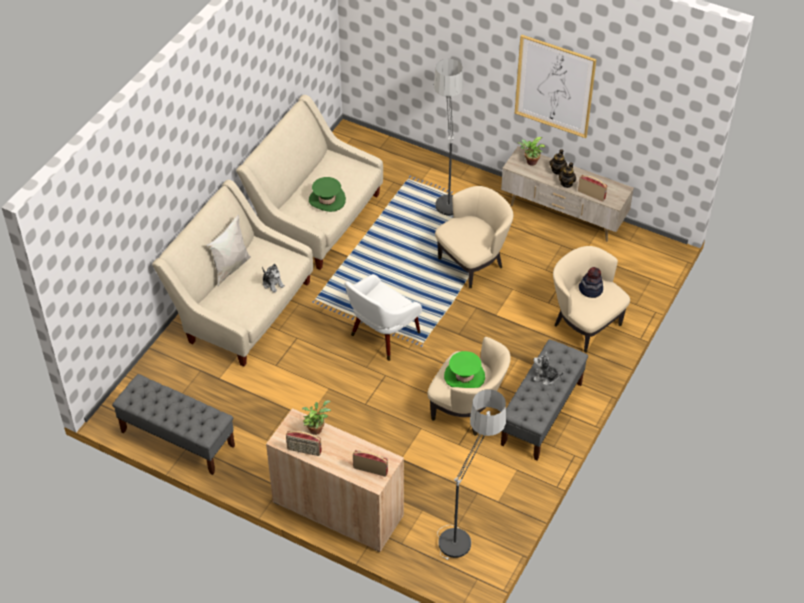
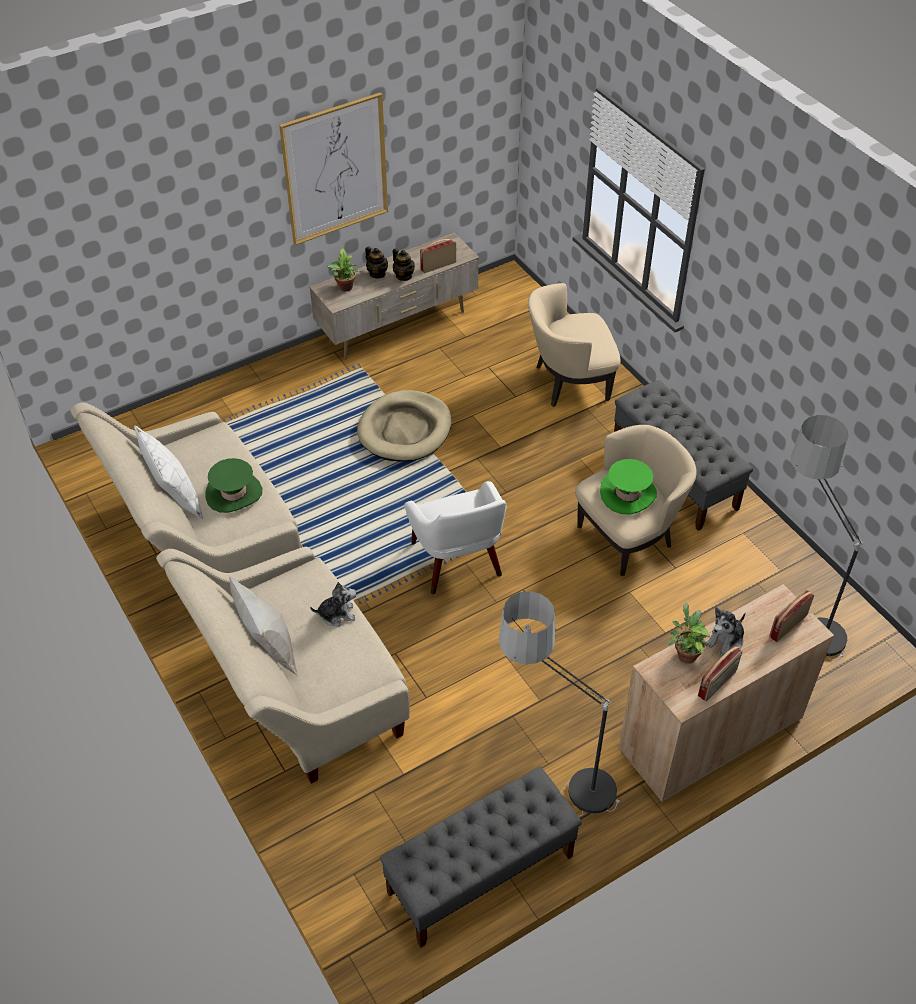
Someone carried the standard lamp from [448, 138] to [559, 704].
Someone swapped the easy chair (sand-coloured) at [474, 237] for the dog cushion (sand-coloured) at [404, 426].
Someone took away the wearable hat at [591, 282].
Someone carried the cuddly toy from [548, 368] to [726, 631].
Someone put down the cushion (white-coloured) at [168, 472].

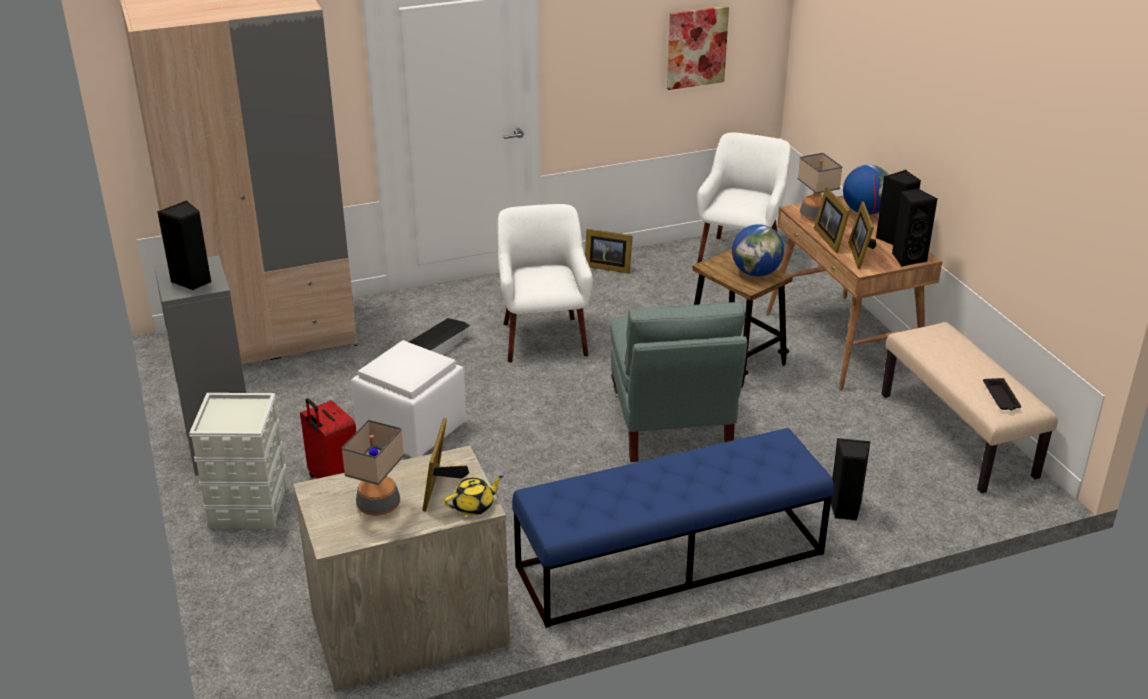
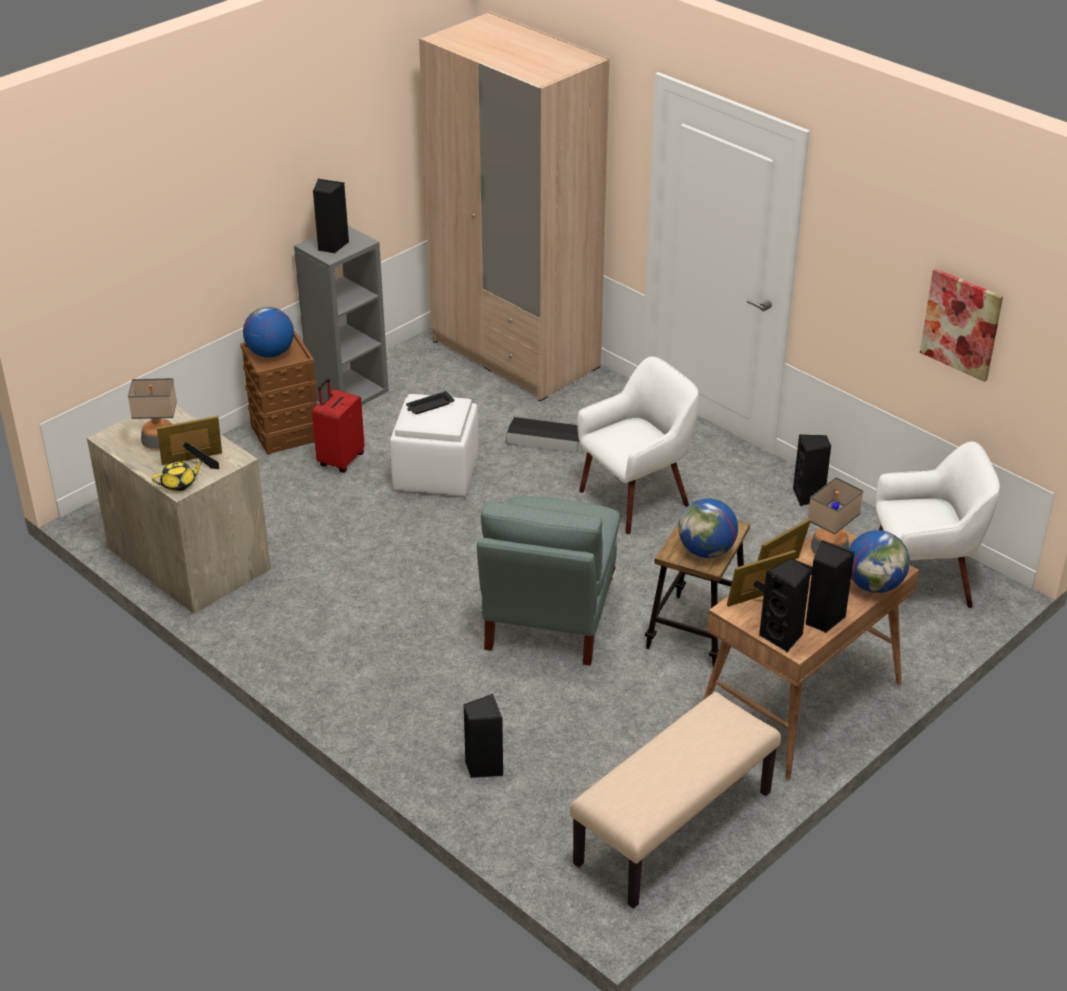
Someone swapped the photo frame at [609, 251] for the loudspeaker (blackish) at [812, 470].
Someone rotated the easy chair (greyish) at [678, 382] by 45 degrees counterclockwise.
Someone carried the tray (blackish) from [1002, 394] to [430, 402].
Someone repainted the storage box (greyish) at [238, 461], which became the storage box (brownish) at [279, 393].
Someone took away the bench (bluish) at [673, 528].
Someone rotated the teapot (yellow) at [473, 496] by 60 degrees counterclockwise.
Someone put down the desk globe at [268, 332].

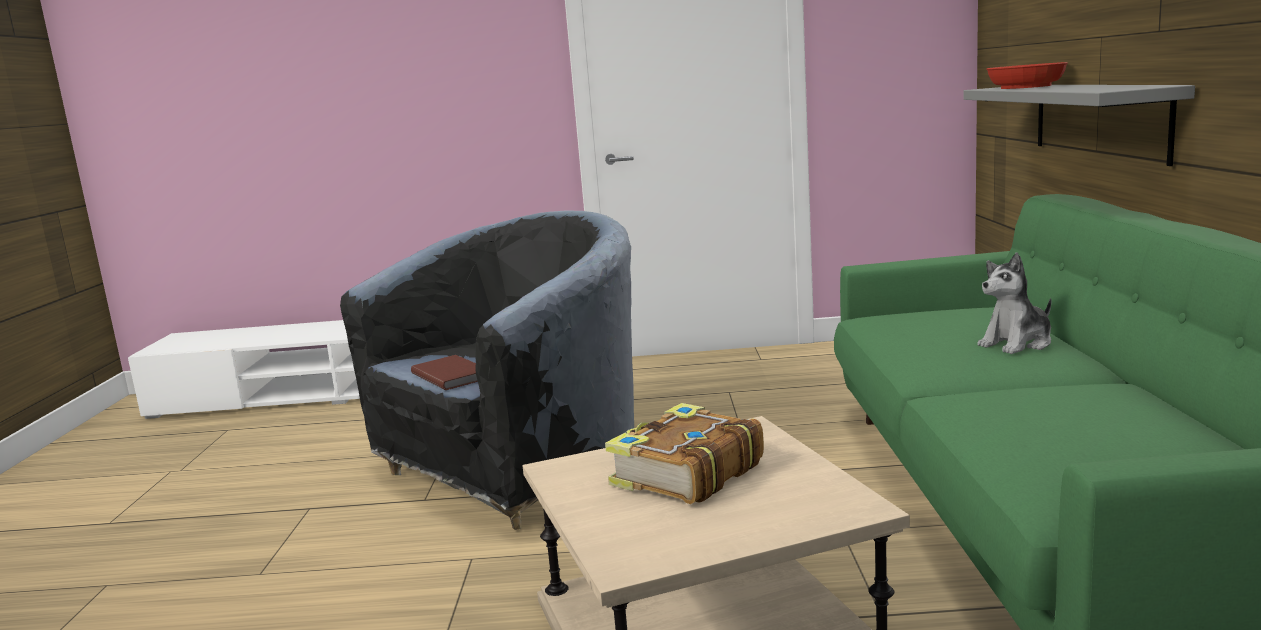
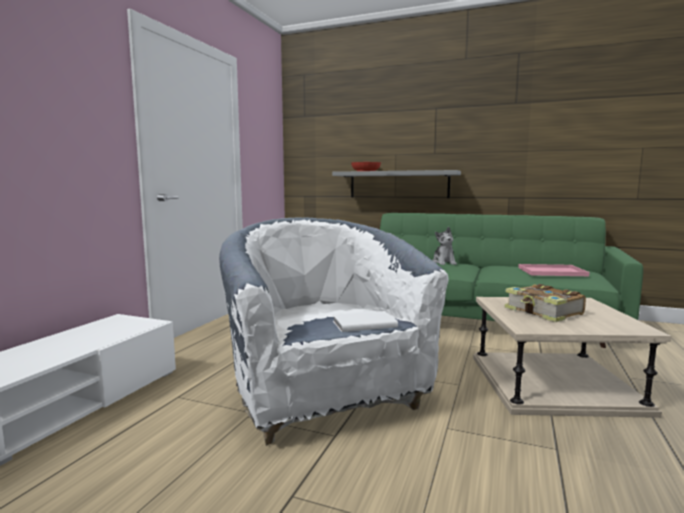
Someone repainted the easy chair (blackish) at [487, 370], which became the easy chair (white-coloured) at [333, 331].
Someone repainted the book (brownish) at [444, 372], which became the book (white-coloured) at [365, 321].
Someone put down the tray (pinkish) at [554, 270].

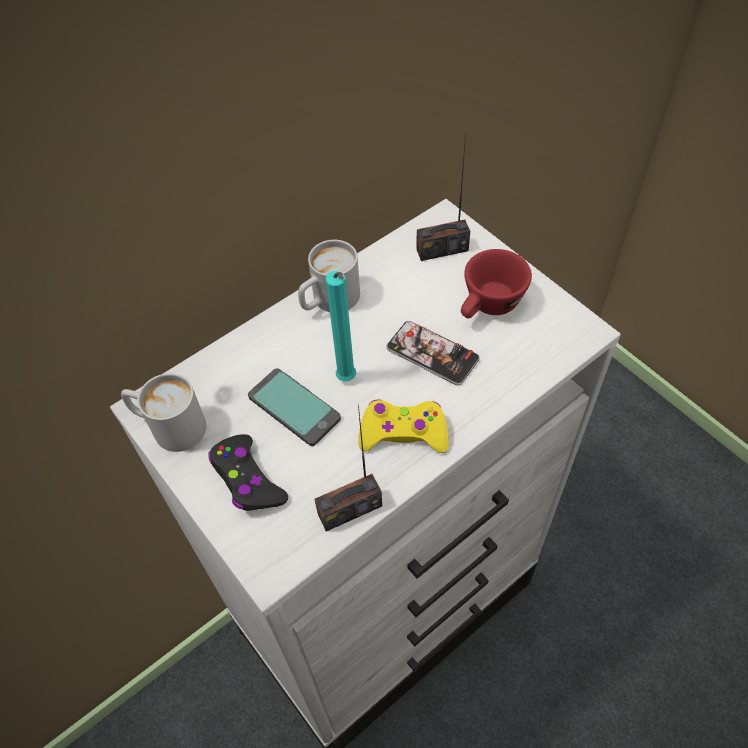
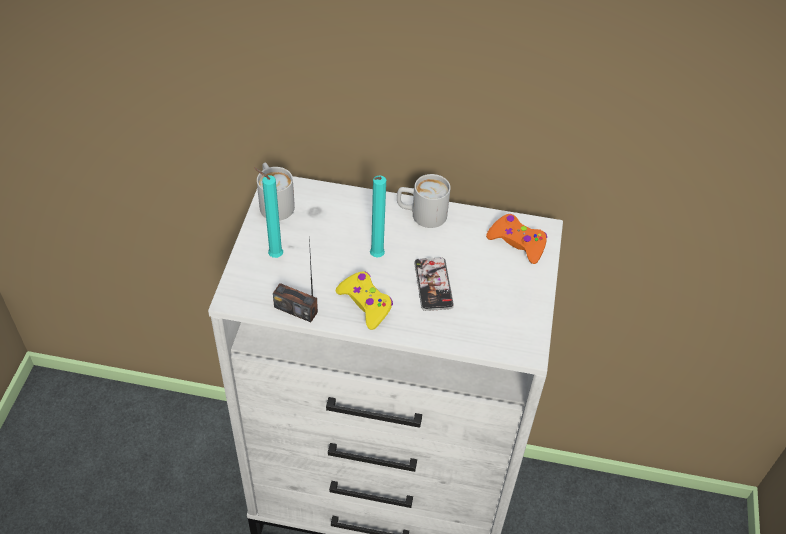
Someone swapped the radio receiver at [443, 197] for the game controller (orange) at [516, 239].
Someone took away the small cup (reddish) at [496, 284].
Someone took away the handset at [294, 407].
Someone swapped the game controller (blackish) at [248, 472] for the wax candle (blue-green) at [269, 213].

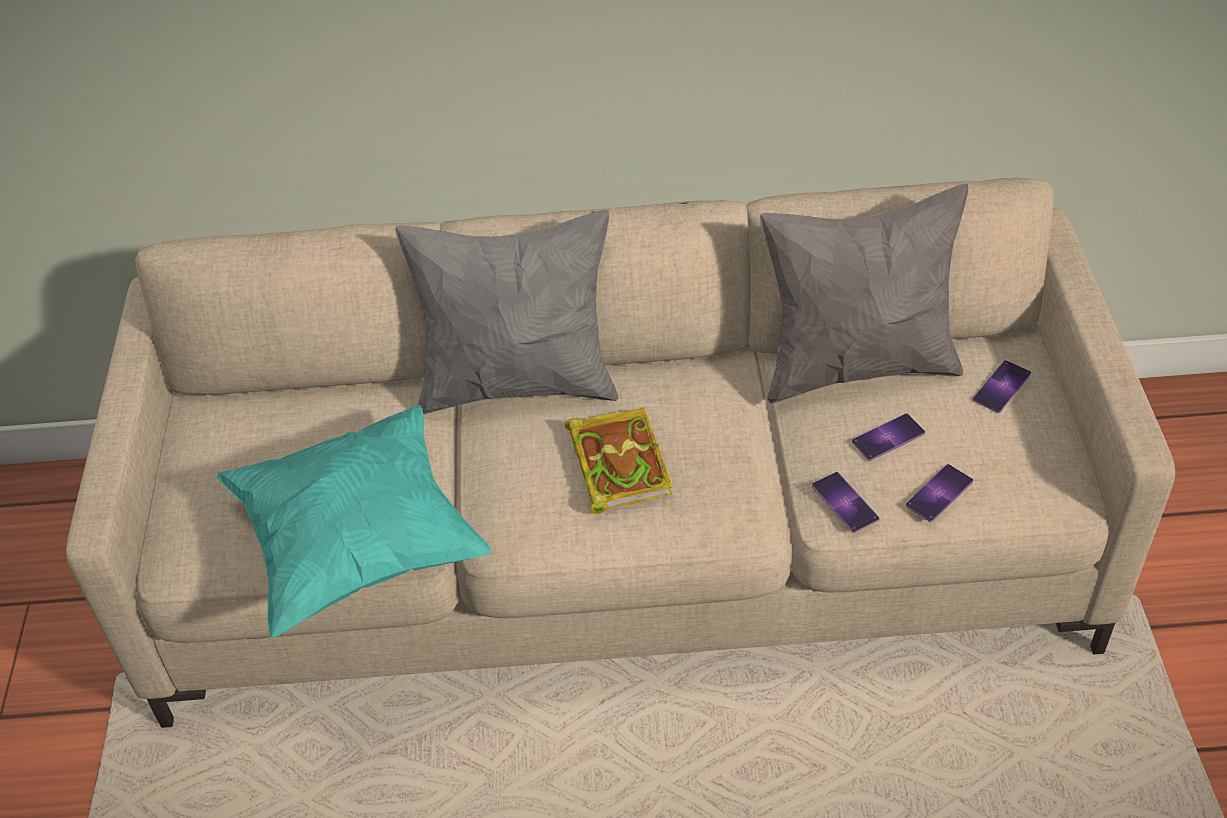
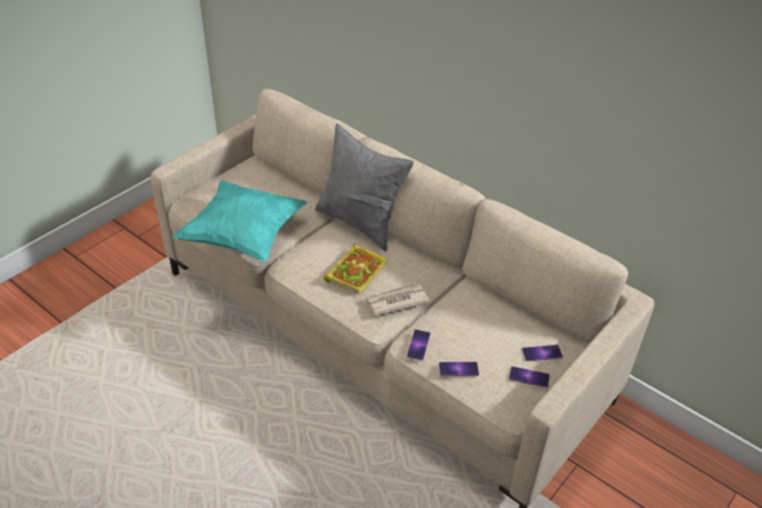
Someone took away the cushion (greyish) at [864, 293].
Someone carried the handset from [888, 437] to [529, 377].
Someone put down the printed paper at [397, 299].

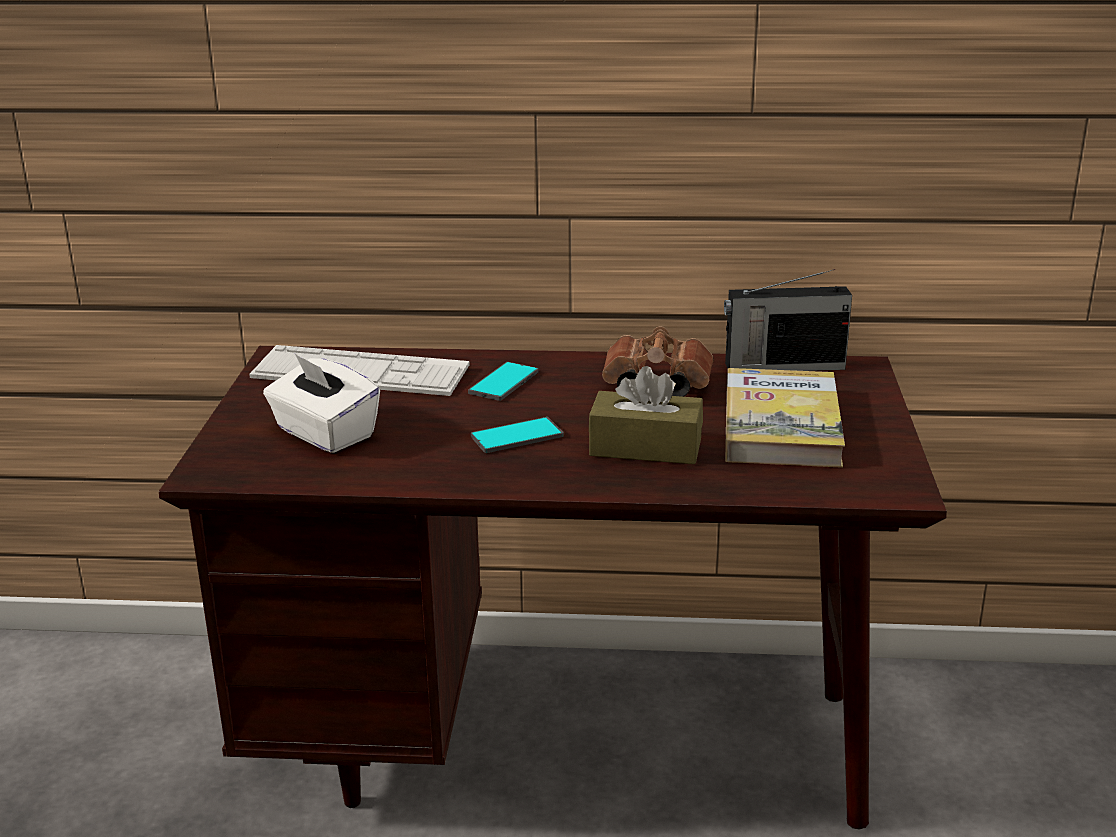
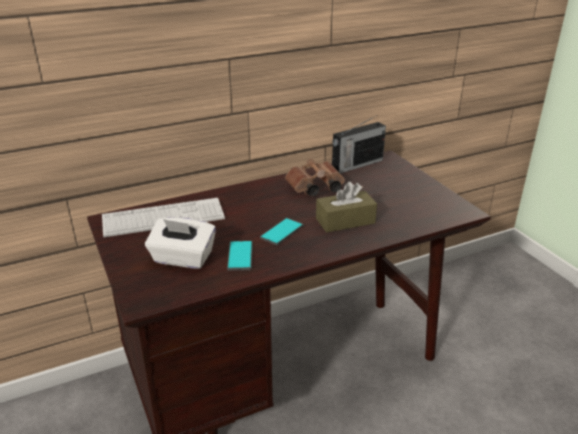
Someone carried the handset from [503, 381] to [240, 256].
Someone took away the book at [785, 418].

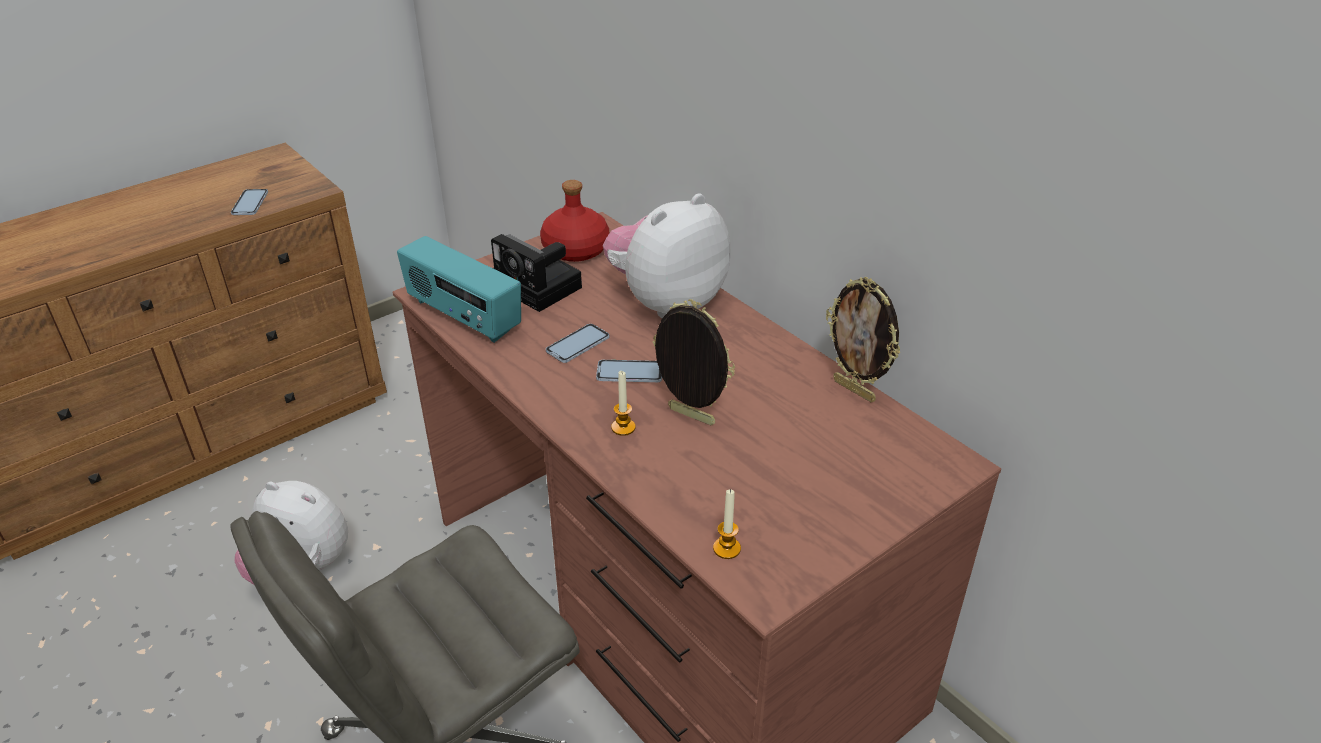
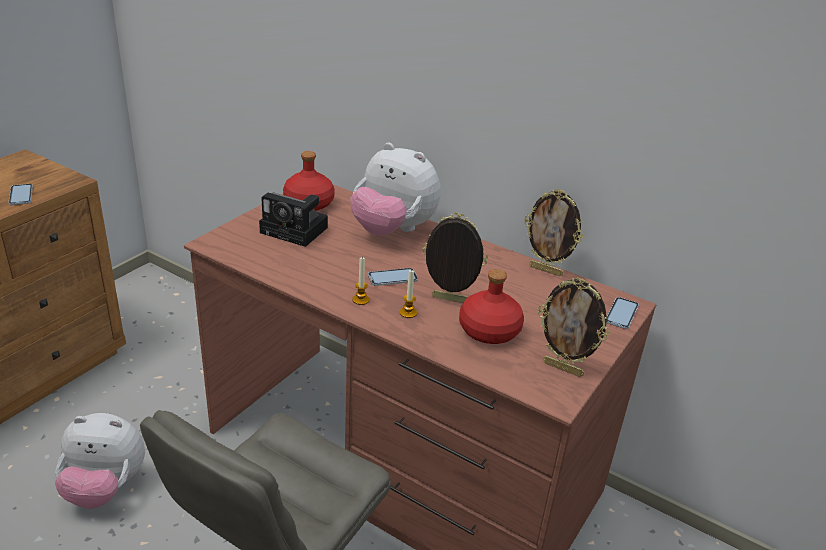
Someone rotated the cuddly toy at [666, 255] by 90 degrees counterclockwise.
Someone took away the radio receiver at [459, 289].
Someone carried the handset from [577, 343] to [623, 313].
Someone carried the wax candle from [727, 524] to [361, 281].
Someone put down the bottle (reddish) at [491, 306].
Someone put down the photo frame at [573, 327].

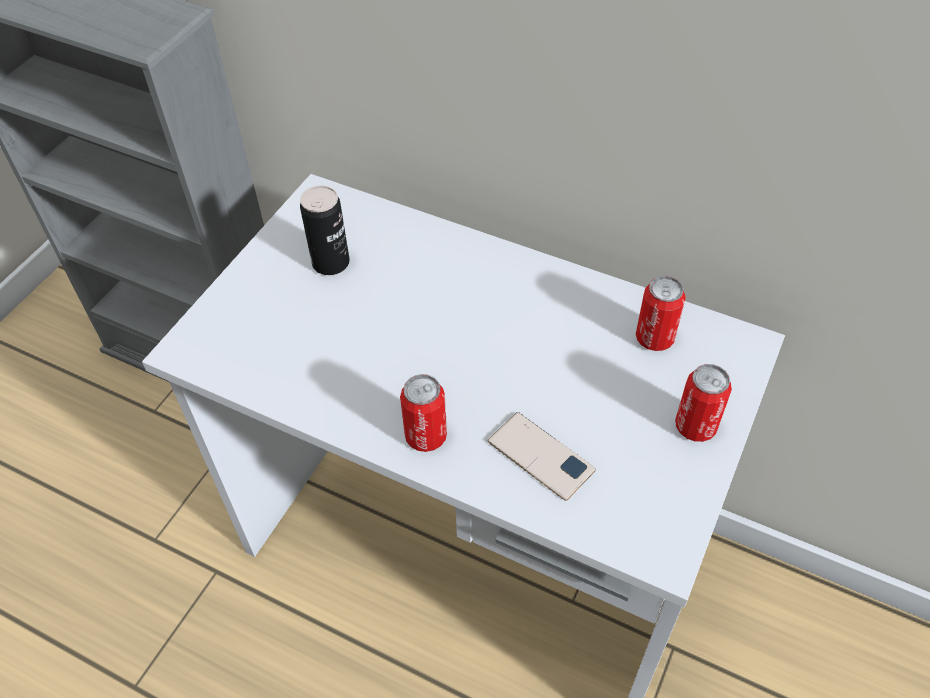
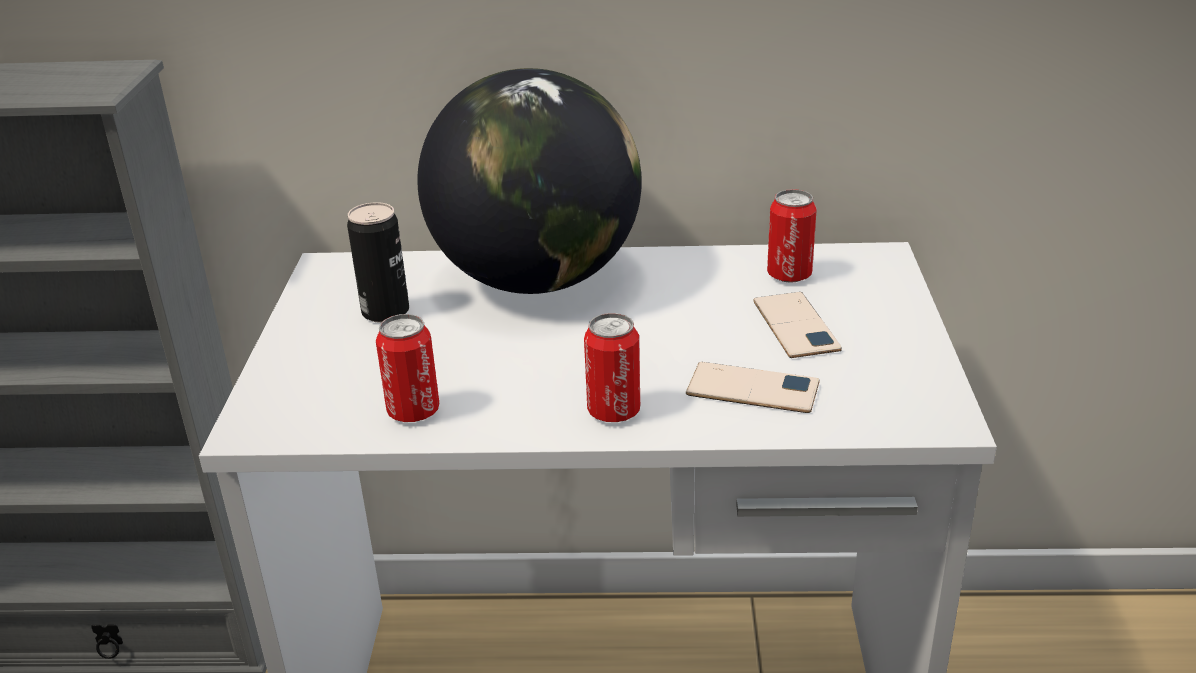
Someone carried the can from [703, 403] to [407, 368].
Someone put down the desk globe at [529, 181].
Someone put down the handset at [798, 325].

